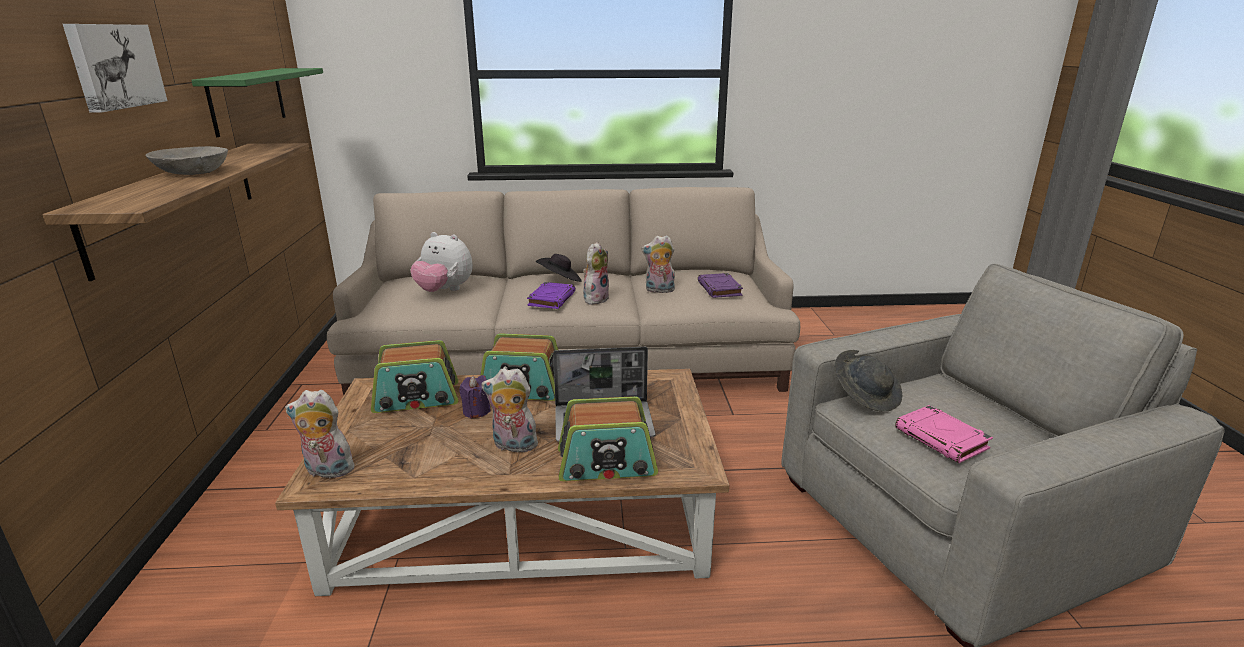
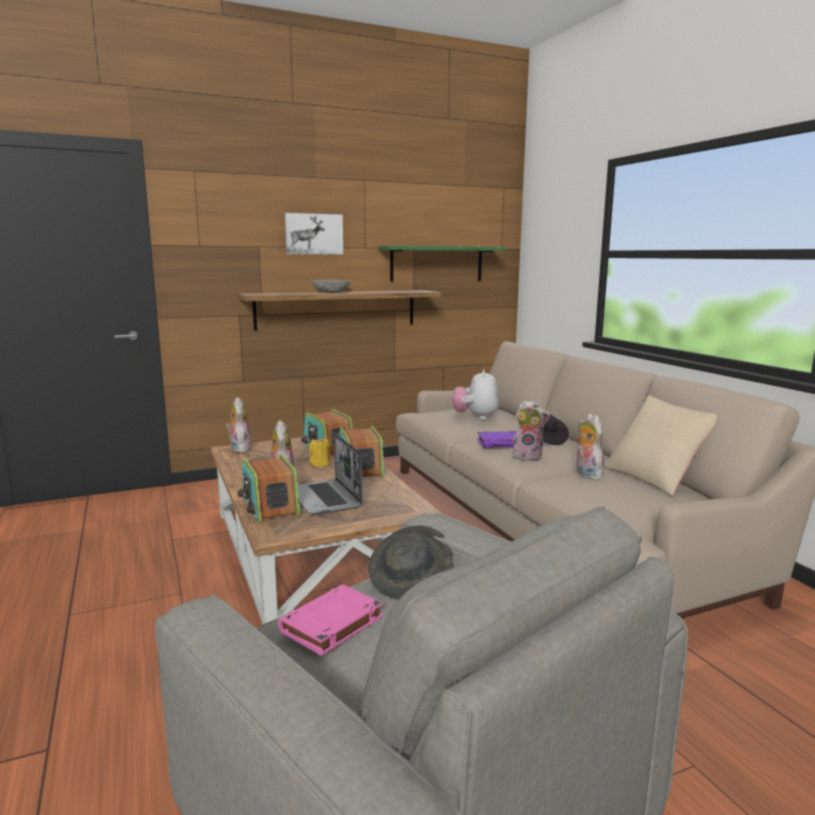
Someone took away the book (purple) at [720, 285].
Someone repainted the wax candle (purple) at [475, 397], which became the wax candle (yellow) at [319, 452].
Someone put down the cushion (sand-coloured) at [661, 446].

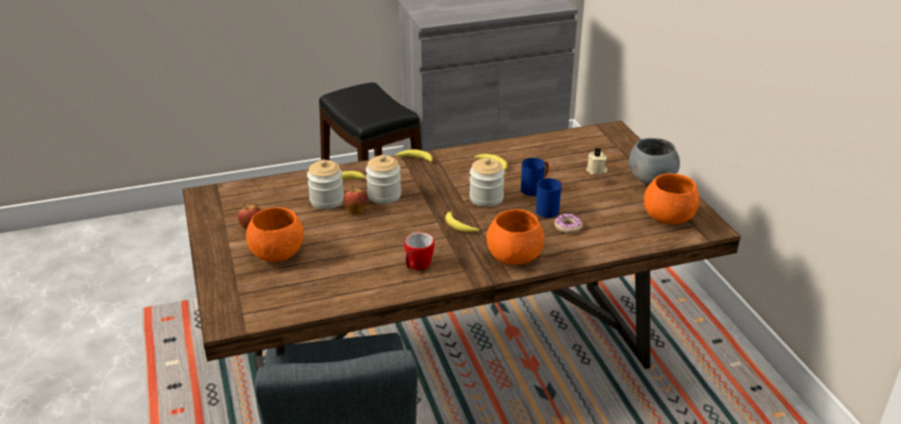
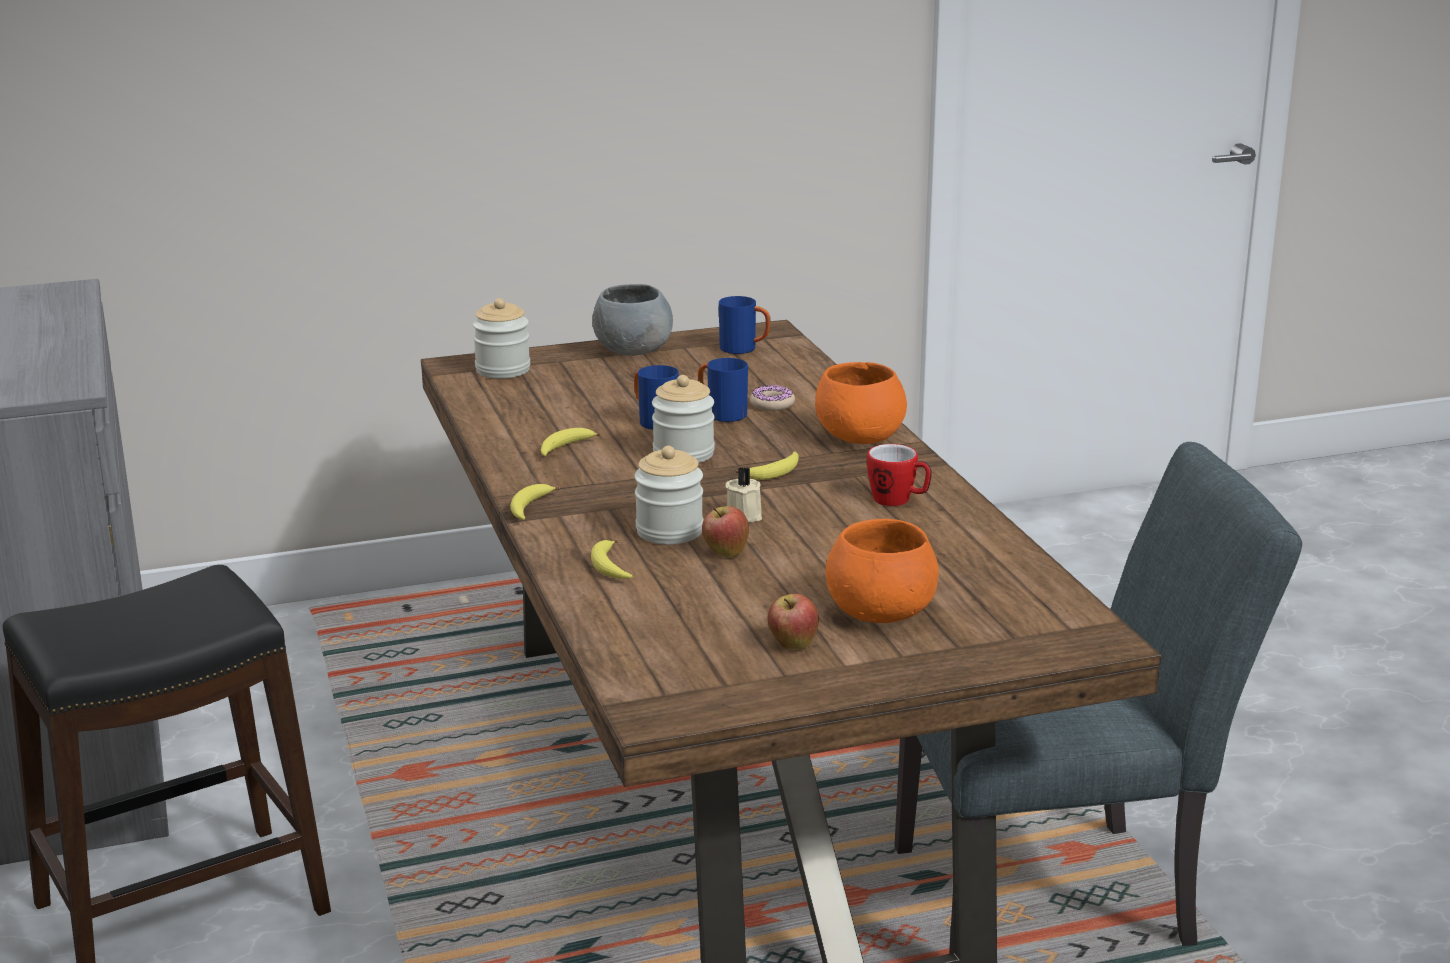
Someone carried the wax candle (sand-coloured) from [596, 161] to [744, 494].
Someone carried the jar from [325, 184] to [501, 338].
Someone swapped the bowl (orange) at [671, 199] for the tea mug (bluish) at [745, 325].

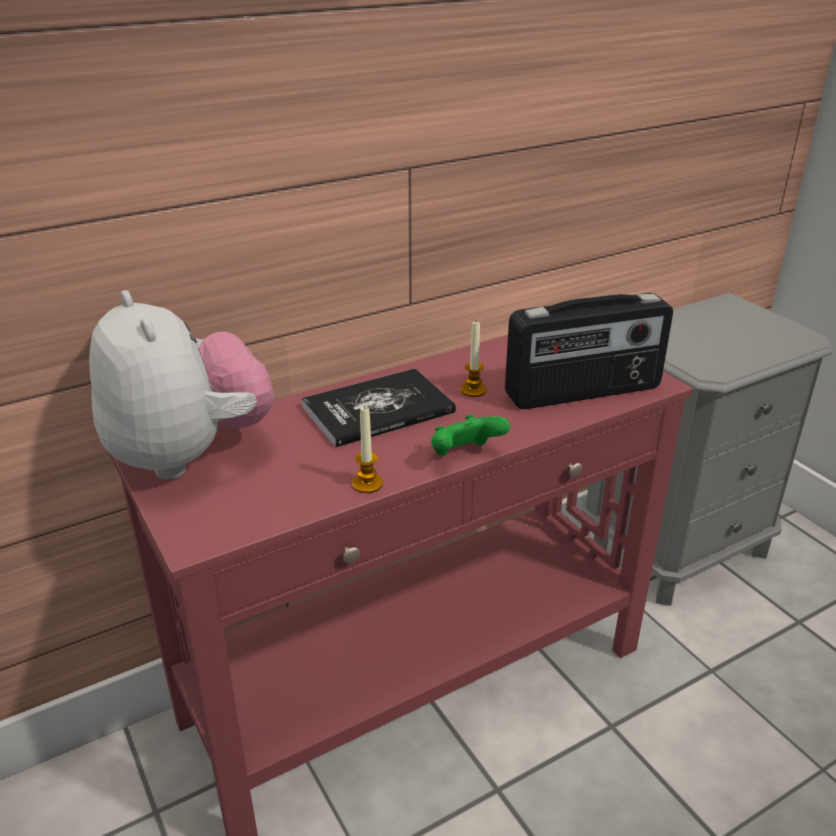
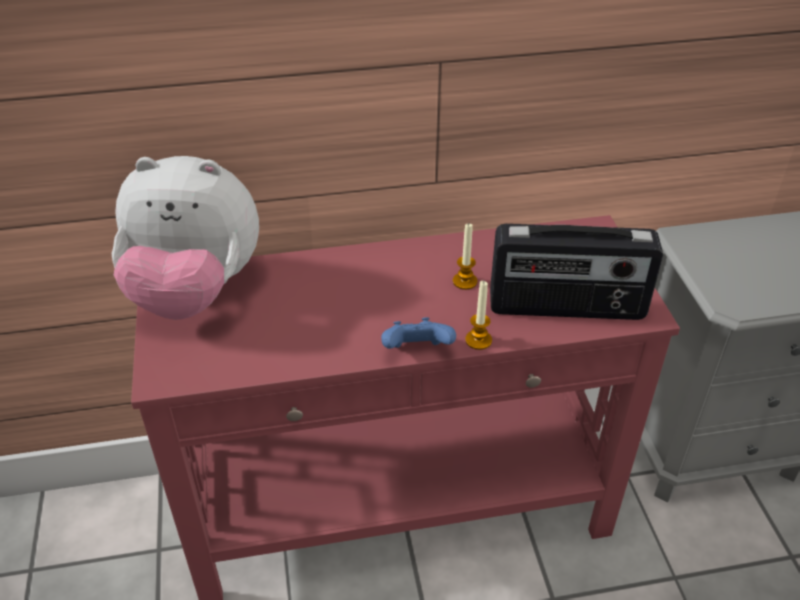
Someone rotated the cuddly toy at [182, 384] by 105 degrees clockwise.
Someone took away the book at [378, 407].
Someone carried the wax candle from [367, 449] to [478, 315].
Someone repainted the game controller (green-coloured) at [470, 435], which became the game controller (bluish) at [418, 333].

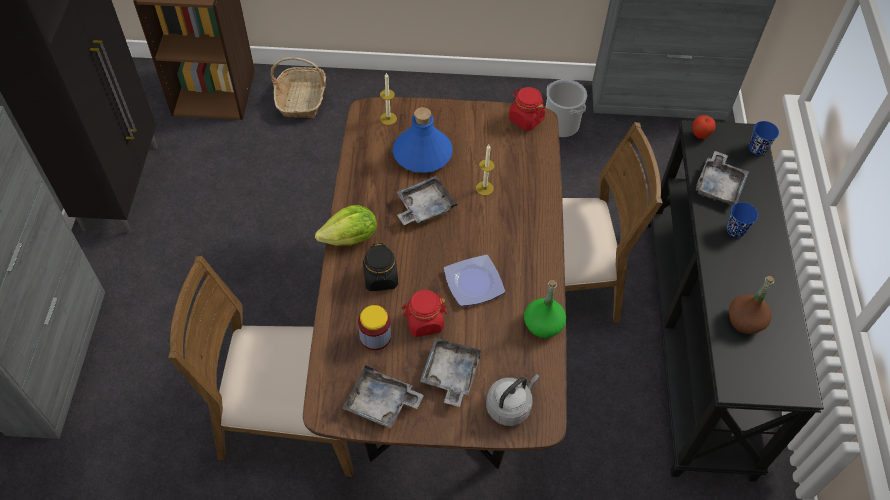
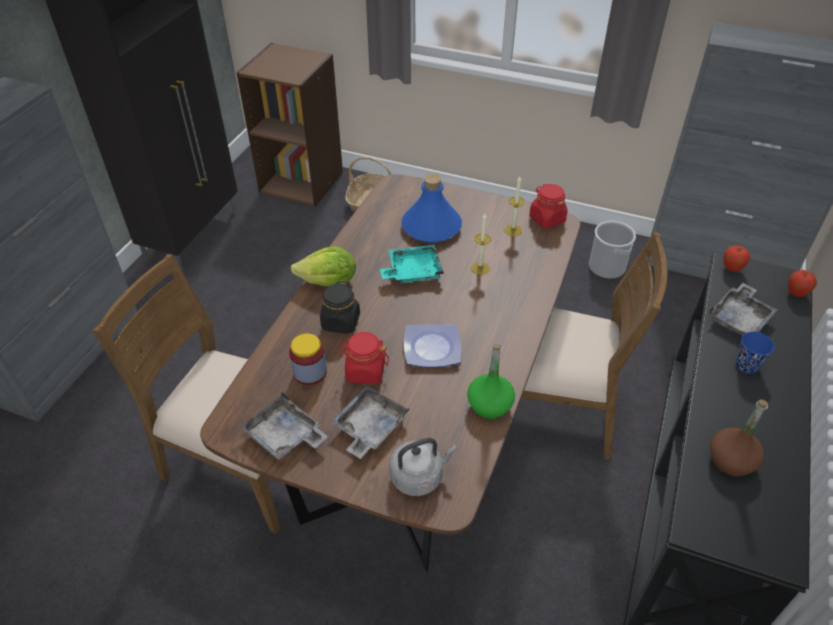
Someone carried the wax candle from [388, 98] to [514, 206].
Someone swapped the small cup (bluish) at [764, 138] for the whole apple at [802, 283].
Someone repainted the tray (greyish) at [427, 200], which became the tray (blue-green) at [412, 264].

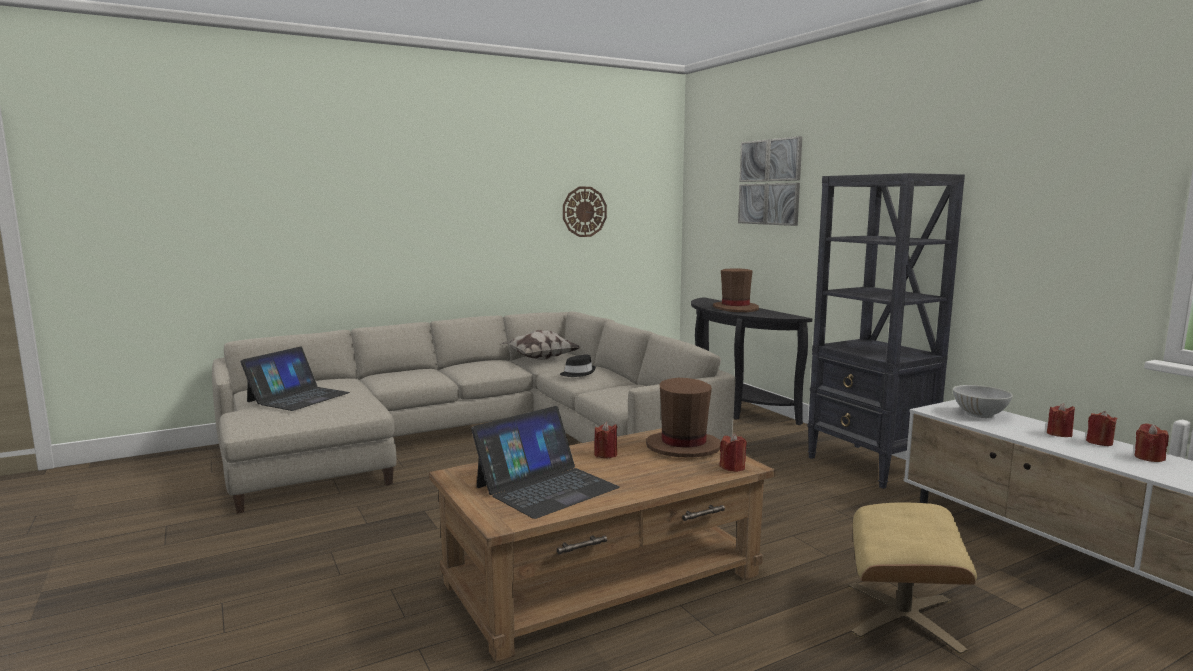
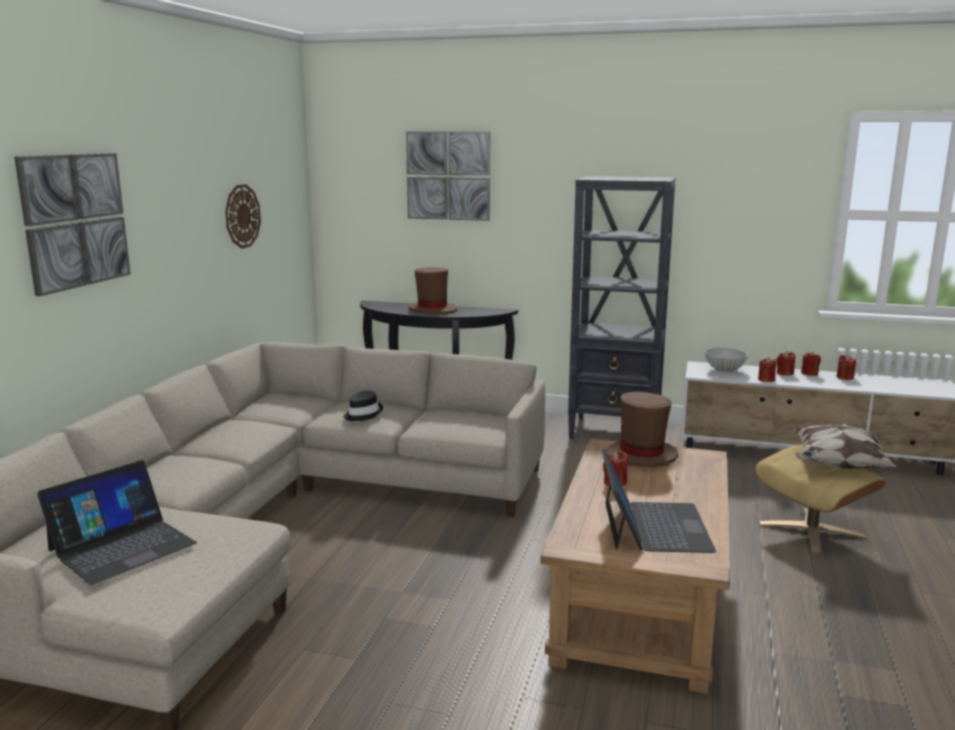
Someone carried the cushion from [541, 345] to [844, 446].
Someone rotated the notebook computer at [295, 379] by 60 degrees clockwise.
Someone carried the wax candle (reddish) from [733, 452] to [767, 369].
Someone put up the wall picture at [72, 224].

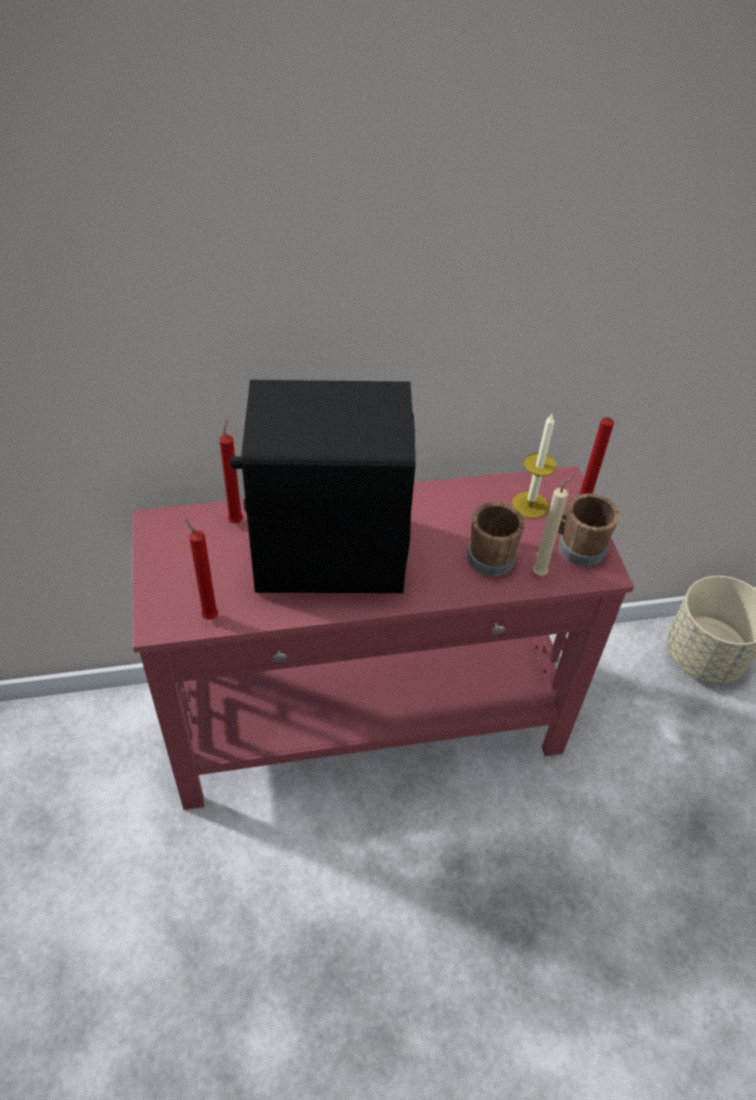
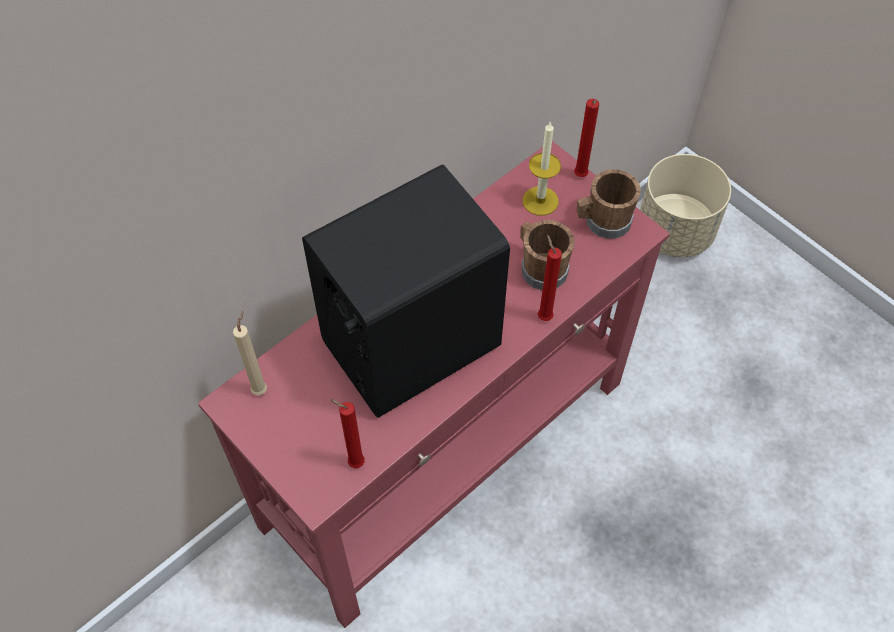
Someone carried the wax candle (reddish) from [231, 471] to [550, 278].
Someone carried the wax candle (sand-coloured) from [553, 525] to [250, 353].

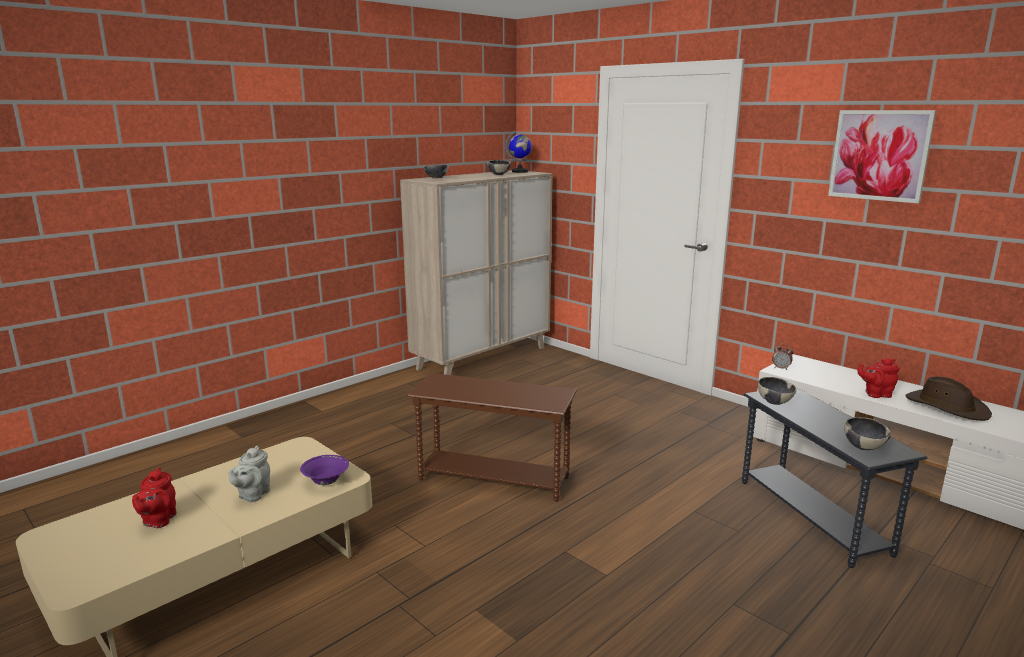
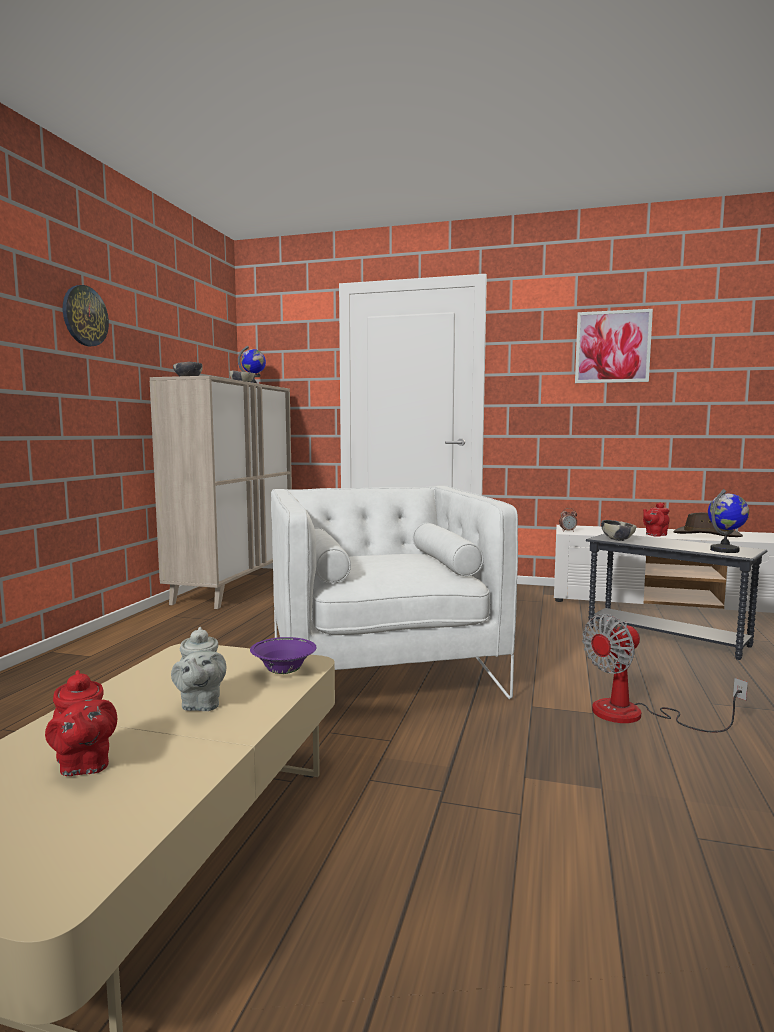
Someone swapped the end table (brownish) at [492, 437] for the easy chair (white-coloured) at [394, 592].
Someone swapped the bowl at [867, 433] for the desk globe at [728, 521].
Someone put up the clock on the wall at [86, 315].
Someone put down the fan at [665, 673].

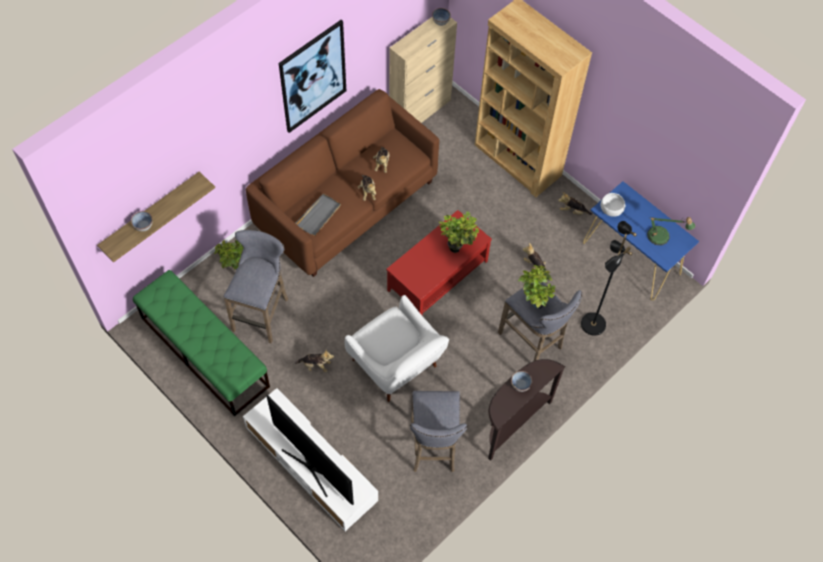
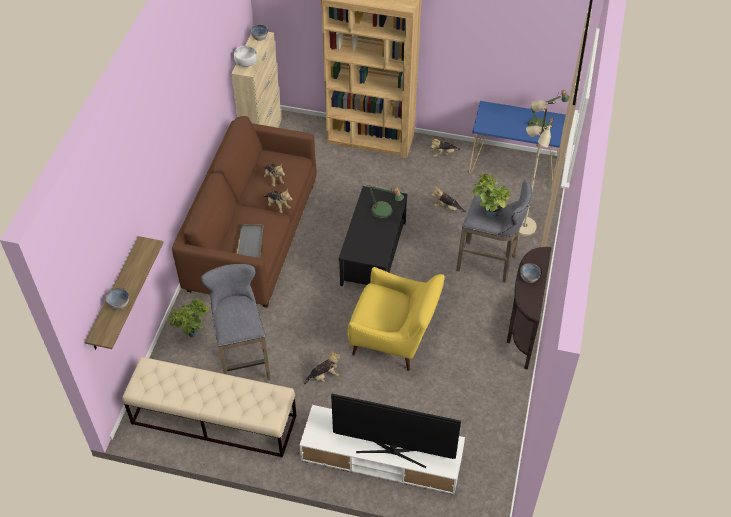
Someone took away the wall picture at [312, 76].
Someone carried the bowl (white-coloured) from [613, 205] to [245, 56].
Someone repainted the low table (reddish) at [439, 262], which became the low table (blackish) at [373, 236].
Someone swapped the houseplant at [459, 232] for the lamp for a table at [386, 202].
Someone repainted the standard lamp (blackish) at [609, 278], which became the standard lamp (sand-coloured) at [536, 168].
Someone repainted the bench (green-coloured) at [201, 343], which became the bench (sand-coloured) at [209, 407].
Someone repainted the easy chair (white-coloured) at [396, 348], which became the easy chair (yellow) at [396, 319].
Someone took away the sitting stool (greyish) at [438, 431].

